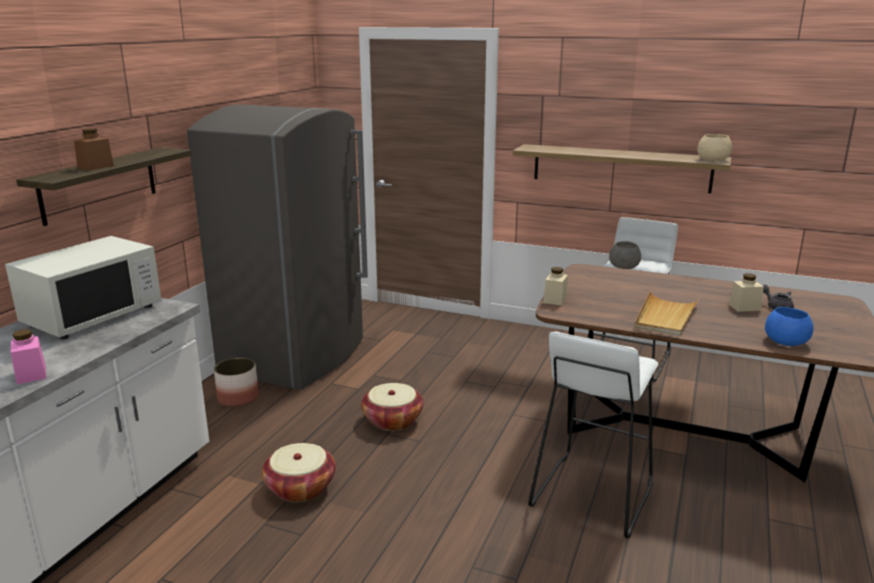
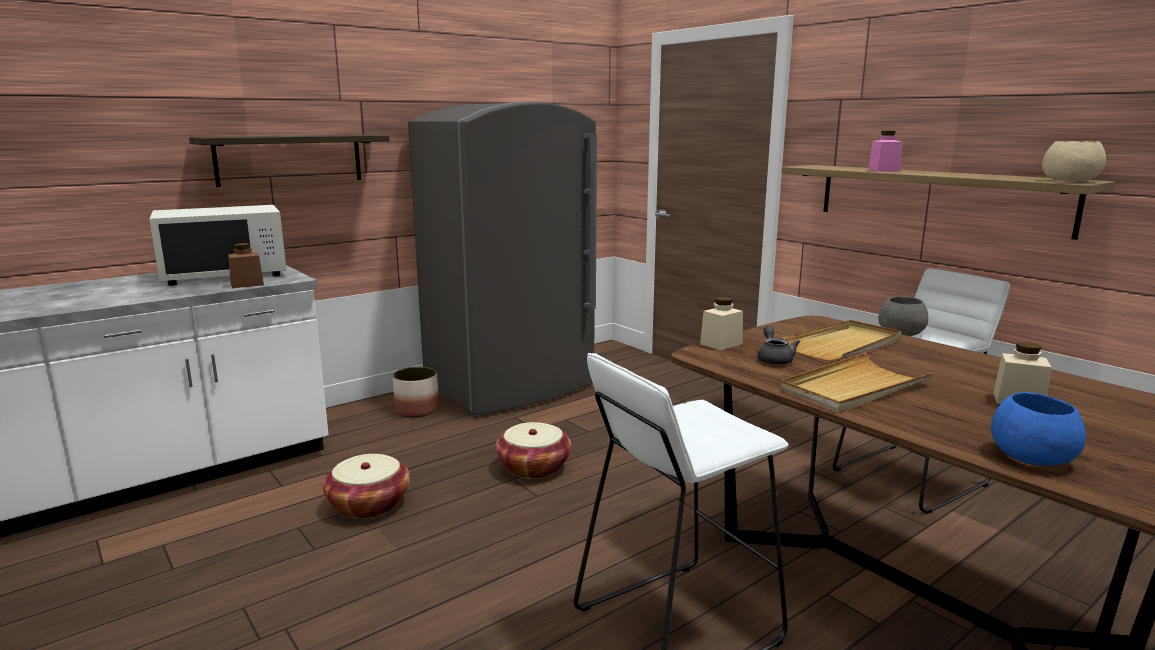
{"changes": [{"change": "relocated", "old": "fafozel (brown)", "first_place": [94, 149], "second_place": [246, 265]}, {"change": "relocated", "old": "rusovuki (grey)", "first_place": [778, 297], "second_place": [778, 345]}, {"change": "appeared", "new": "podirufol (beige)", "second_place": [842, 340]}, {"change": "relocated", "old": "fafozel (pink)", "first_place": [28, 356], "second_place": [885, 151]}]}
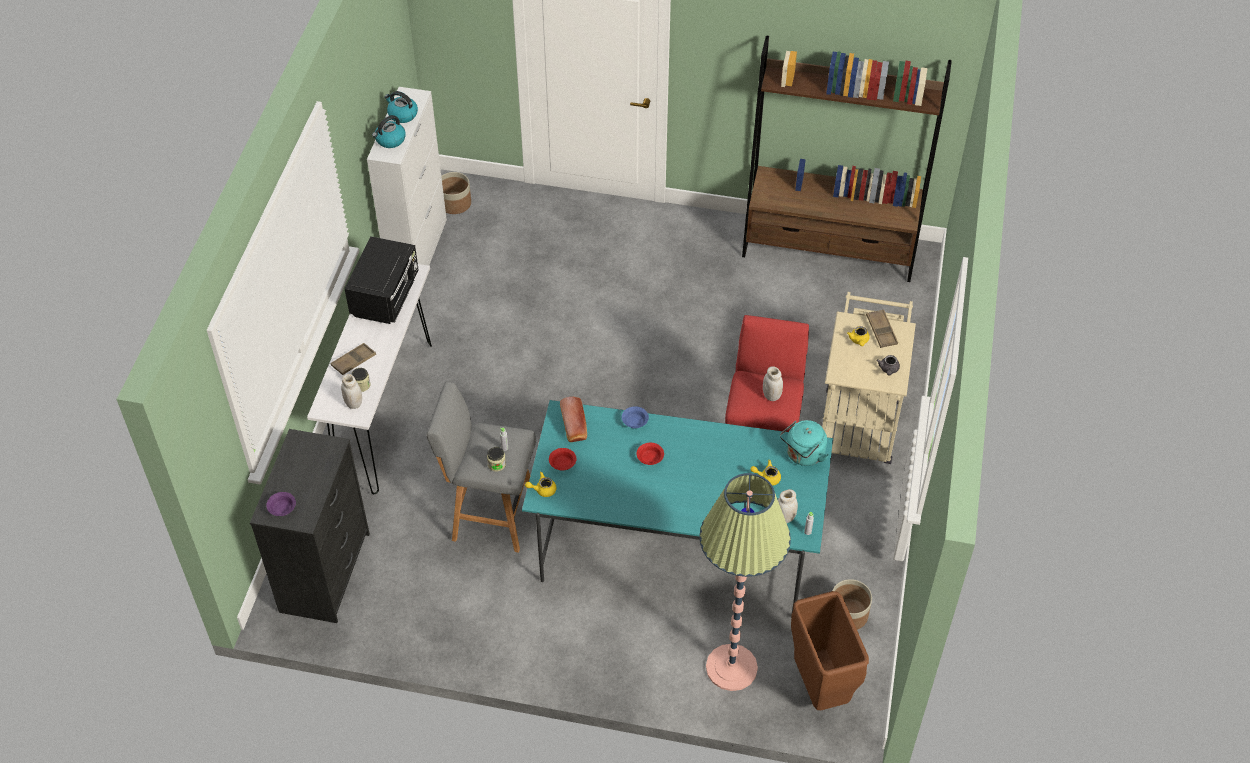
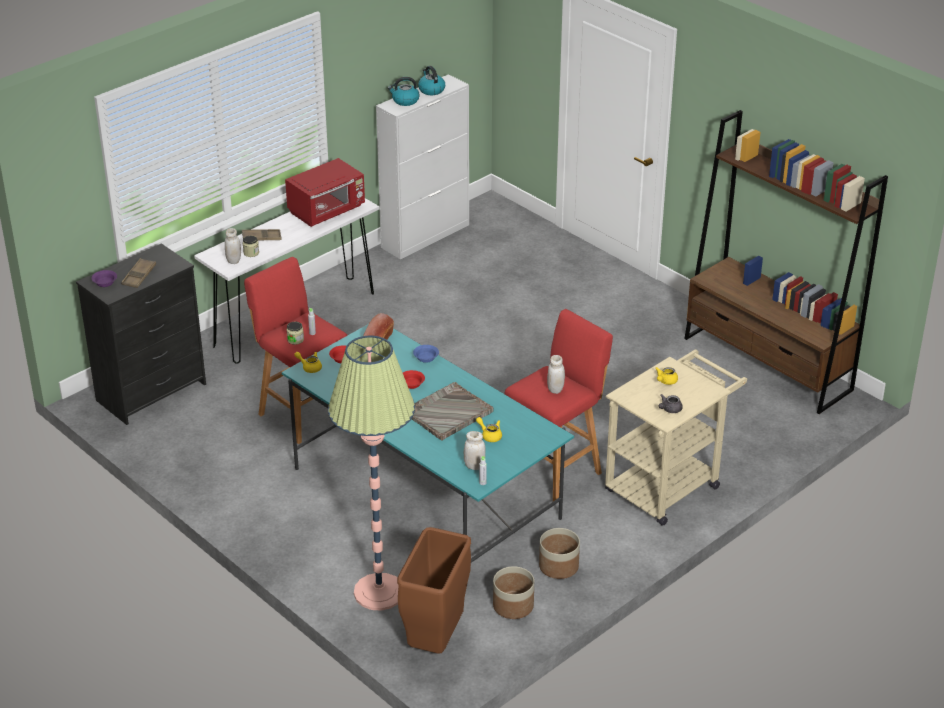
{"changes": [{"change": "relocated", "old": "podirufol (brown)", "first_place": [882, 328], "second_place": [138, 273]}, {"change": "colour", "old": "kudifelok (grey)", "new": "kudifelok (red)", "first_place": [481, 467], "second_place": [296, 350]}, {"change": "colour", "old": "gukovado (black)", "new": "gukovado (red)", "first_place": [382, 280], "second_place": [325, 192]}, {"change": "appeared", "new": "podirufol (grey)", "second_place": [453, 411]}, {"change": "relocated", "old": "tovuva", "first_place": [456, 193], "second_place": [559, 553]}, {"change": "missing", "old": "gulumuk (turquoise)", "first_place": [804, 443]}]}
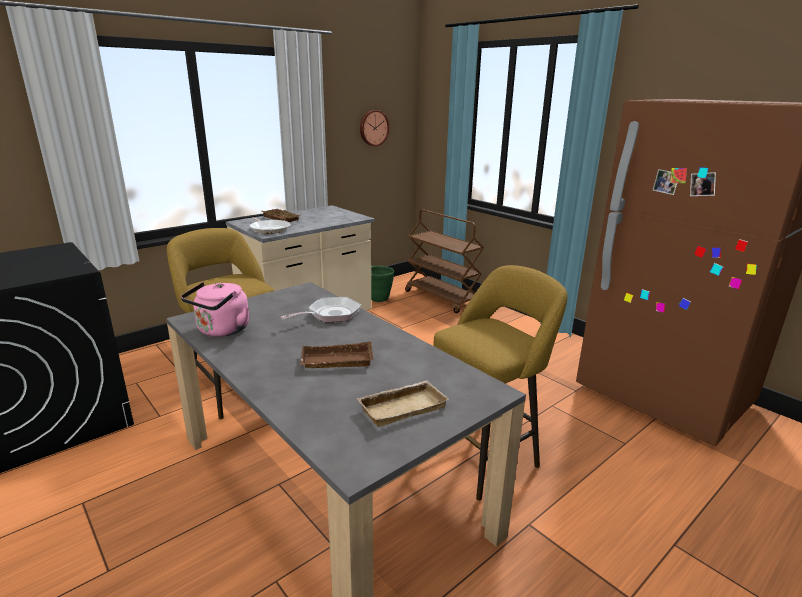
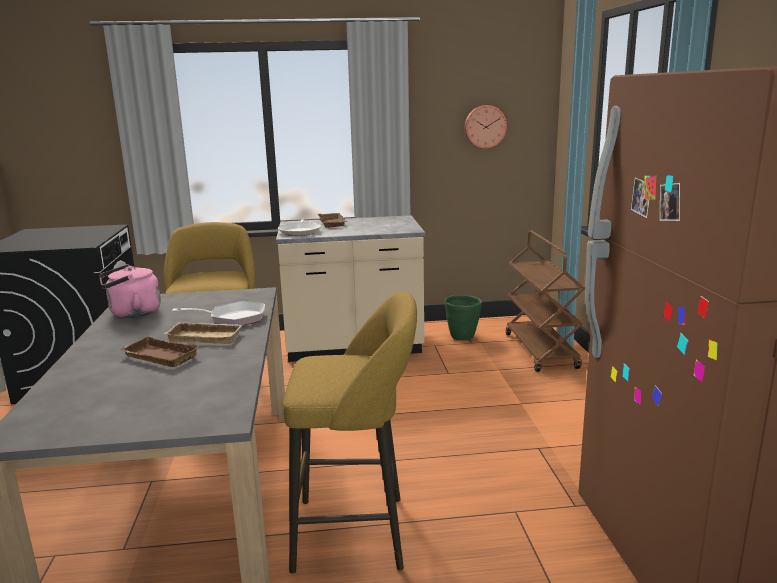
{"changes": [{"change": "relocated", "old": "podirufol (beige)", "first_place": [403, 403], "second_place": [203, 333]}]}
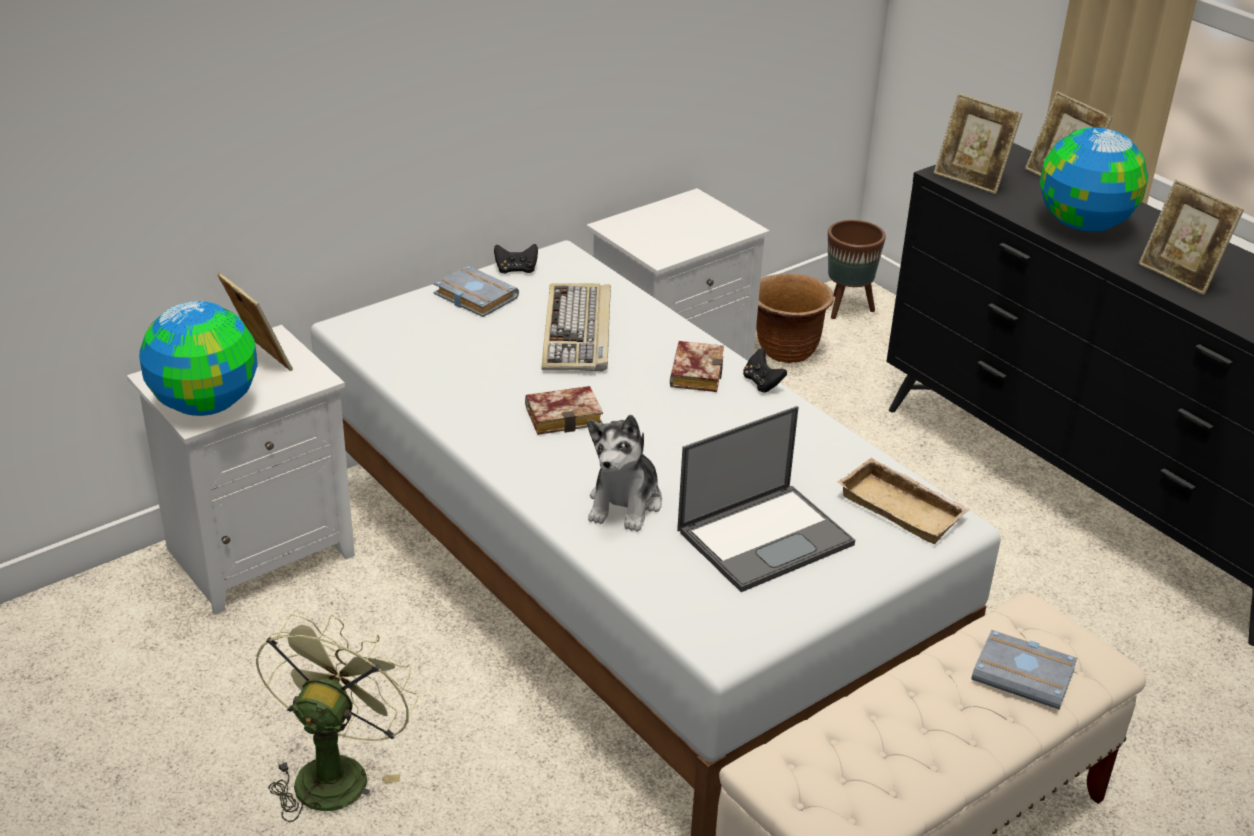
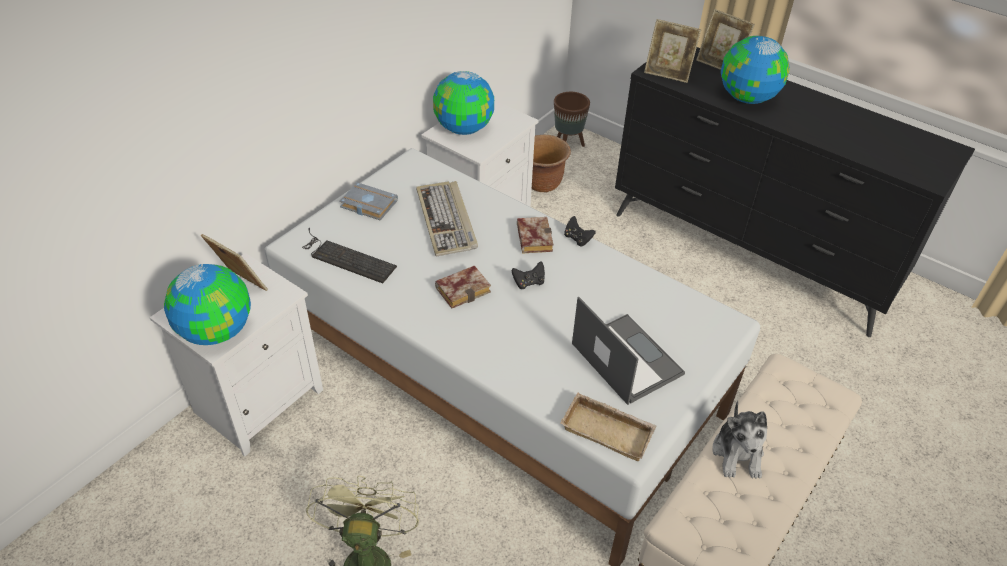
{"changes": [{"change": "appeared", "new": "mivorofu", "second_place": [349, 255]}, {"change": "appeared", "new": "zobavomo", "second_place": [463, 103]}, {"change": "relocated", "old": "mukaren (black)", "first_place": [516, 259], "second_place": [528, 275]}, {"change": "relocated", "old": "podirufol (beige)", "first_place": [903, 501], "second_place": [608, 426]}, {"change": "spun", "old": "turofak", "first_place": [766, 499], "second_place": [628, 351], "degrees": -75}, {"change": "relocated", "old": "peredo", "first_place": [624, 473], "second_place": [739, 440]}, {"change": "missing", "old": "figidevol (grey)", "first_place": [1024, 670]}, {"change": "missing", "old": "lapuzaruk", "first_place": [1191, 237]}]}
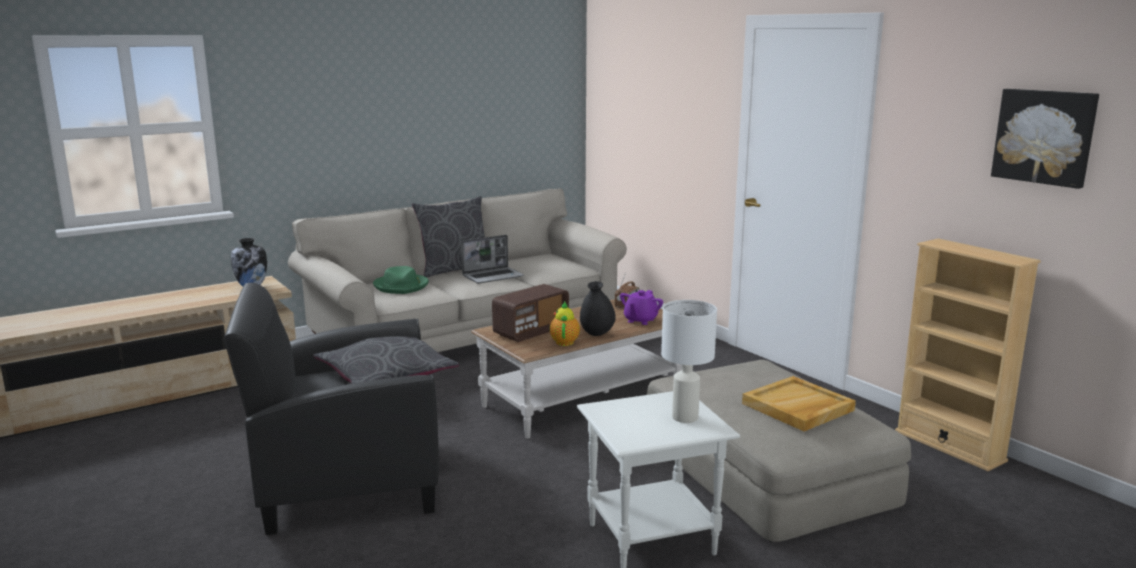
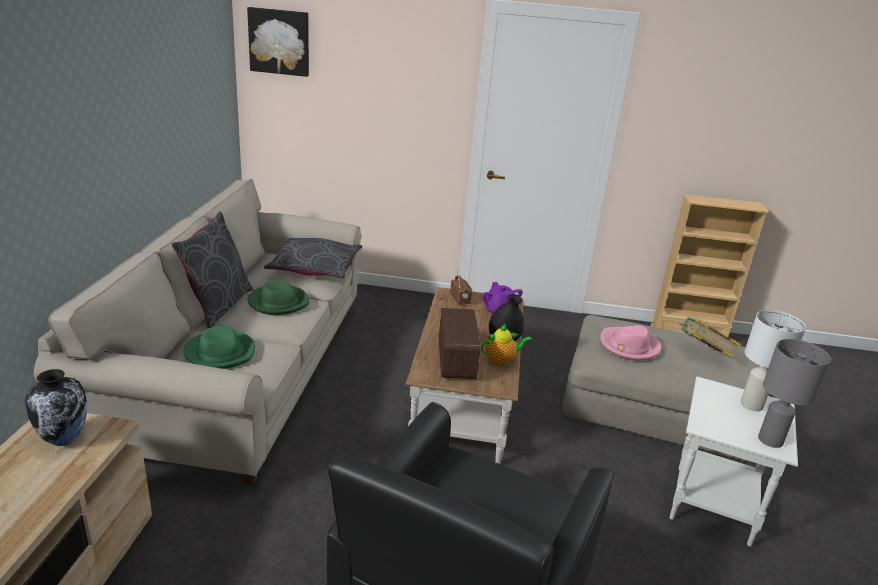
{"changes": [{"change": "relocated", "old": "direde", "first_place": [1045, 139], "second_place": [278, 42]}, {"change": "exchanged", "old": "turofak", "new": "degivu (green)", "first_place": [492, 259], "second_place": [278, 297]}, {"change": "relocated", "old": "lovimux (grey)", "first_place": [386, 360], "second_place": [313, 258]}, {"change": "spun", "old": "rusovuki", "first_place": [565, 324], "second_place": [506, 345], "degrees": 120}, {"change": "appeared", "new": "degivu (pink)", "second_place": [630, 343]}, {"change": "exchanged", "old": "podirufol (beige)", "new": "figidevol", "first_place": [799, 403], "second_place": [710, 337]}, {"change": "appeared", "new": "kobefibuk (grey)", "second_place": [794, 393]}]}
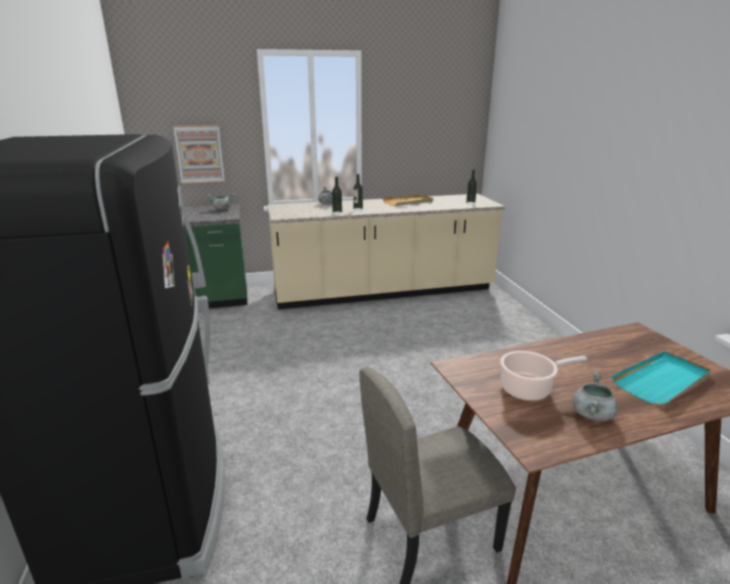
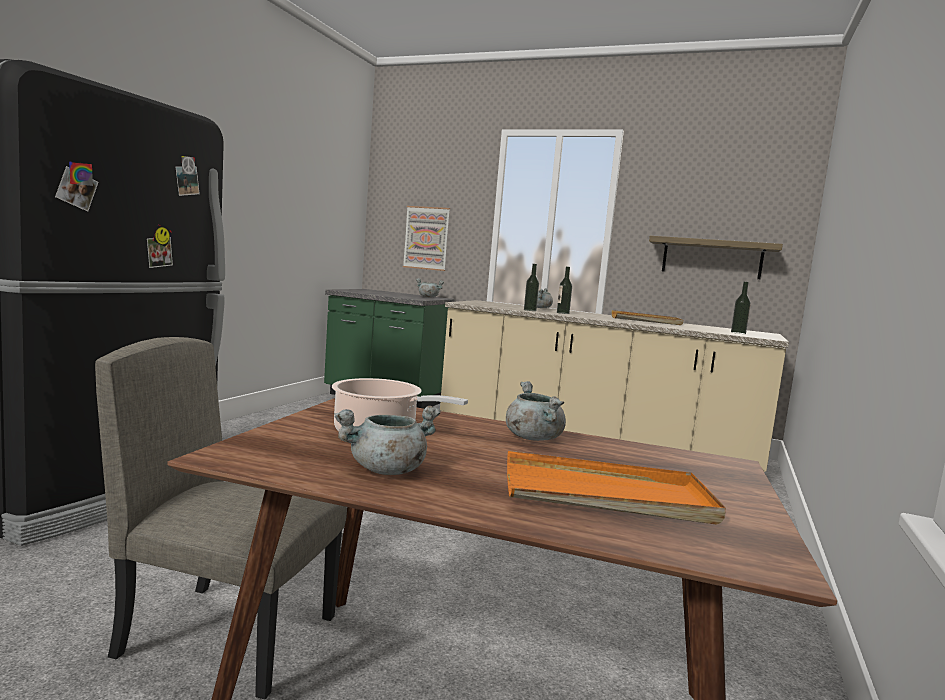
{"changes": [{"change": "appeared", "new": "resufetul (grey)", "second_place": [536, 411]}, {"change": "colour", "old": "podirufol (turquoise)", "new": "podirufol (orange)", "first_place": [661, 378], "second_place": [616, 488]}, {"change": "appeared", "new": "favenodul", "second_place": [716, 257]}]}
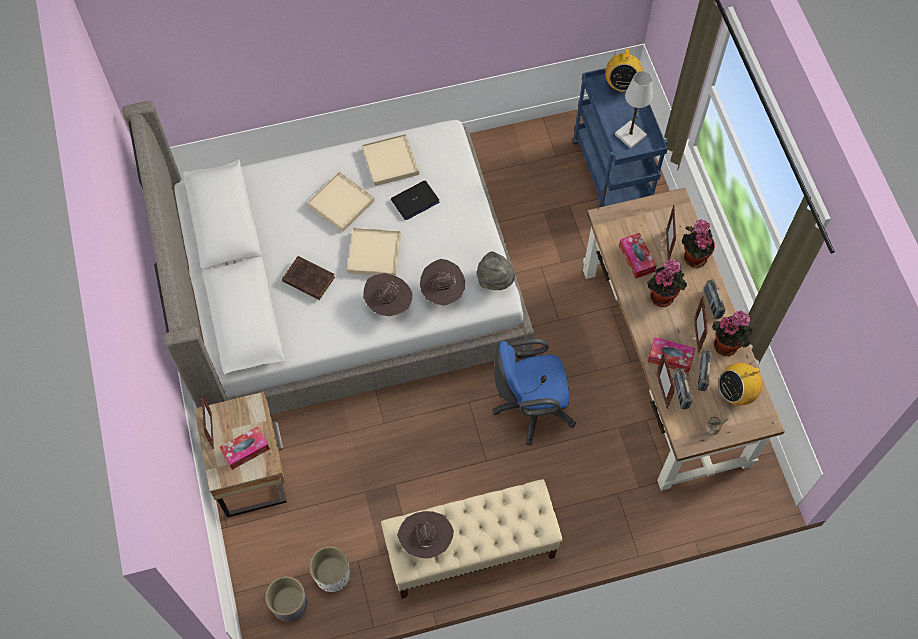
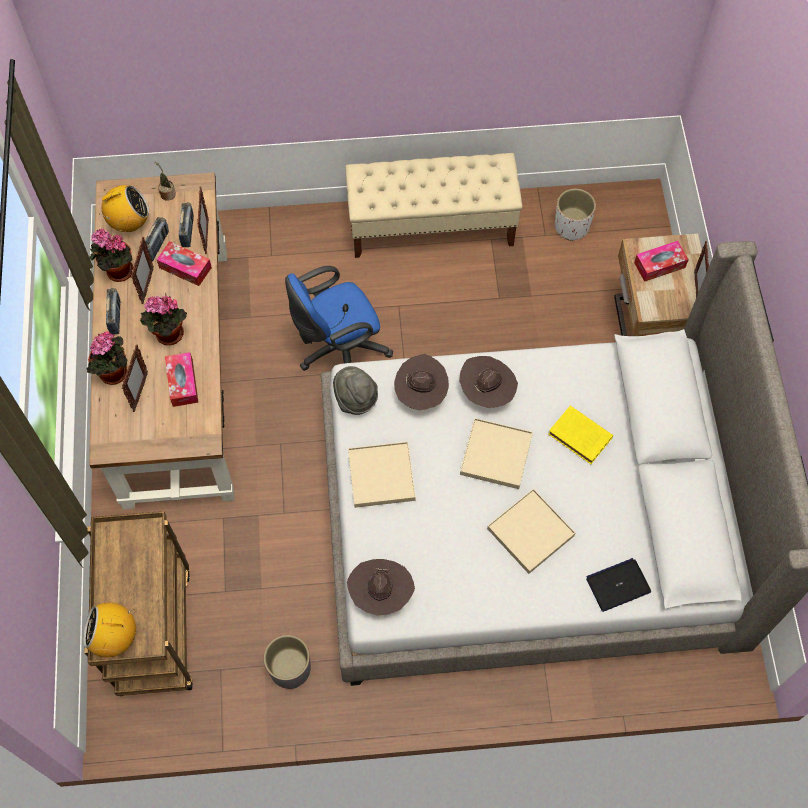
{"changes": [{"change": "spun", "old": "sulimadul", "first_place": [624, 69], "second_place": [109, 629], "degrees": -105}, {"change": "colour", "old": "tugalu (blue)", "new": "tugalu (brown)", "first_place": [620, 138], "second_place": [138, 603]}, {"change": "relocated", "old": "tovuva (grey)", "first_place": [286, 599], "second_place": [287, 662]}, {"change": "spun", "old": "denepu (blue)", "first_place": [534, 392], "second_place": [339, 318], "degrees": 150}, {"change": "relocated", "old": "degivu (brown)", "first_place": [425, 535], "second_place": [381, 587]}, {"change": "relocated", "old": "podirufol (beige)", "first_place": [390, 160], "second_place": [382, 475]}, {"change": "colour", "old": "figidevol (brown)", "new": "figidevol (yellow)", "first_place": [308, 278], "second_place": [580, 435]}, {"change": "relocated", "old": "turofak", "first_place": [415, 200], "second_place": [618, 585]}, {"change": "missing", "old": "kobefibuk (white)", "first_place": [634, 109]}]}
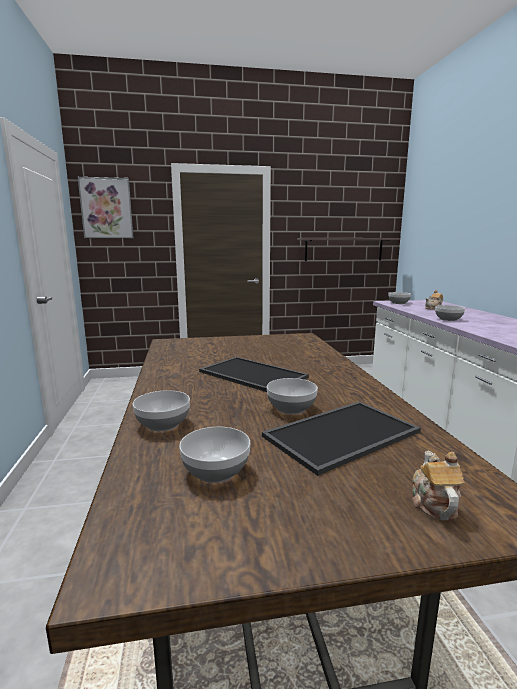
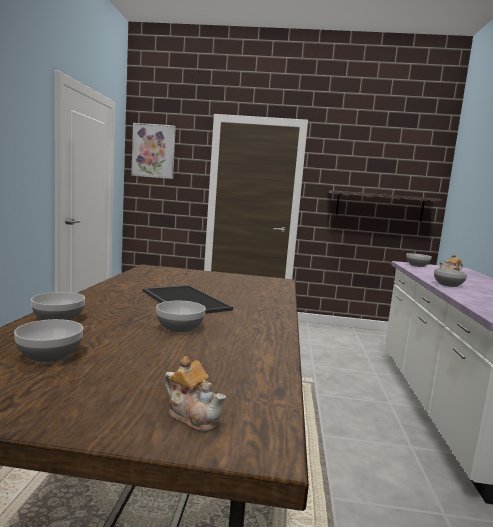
{"changes": [{"change": "spun", "old": "rusovuki", "first_place": [438, 485], "second_place": [195, 394], "degrees": 105}, {"change": "missing", "old": "podirufol", "first_place": [341, 439]}]}
